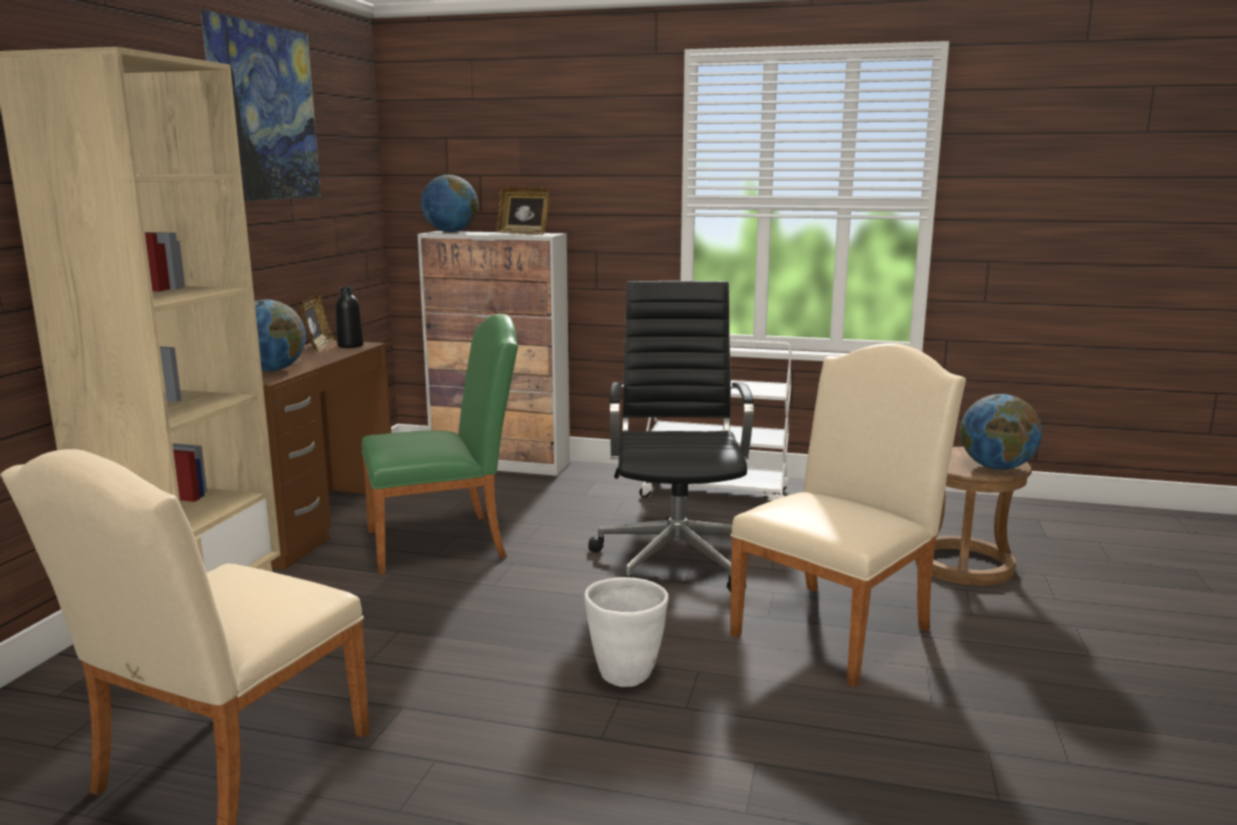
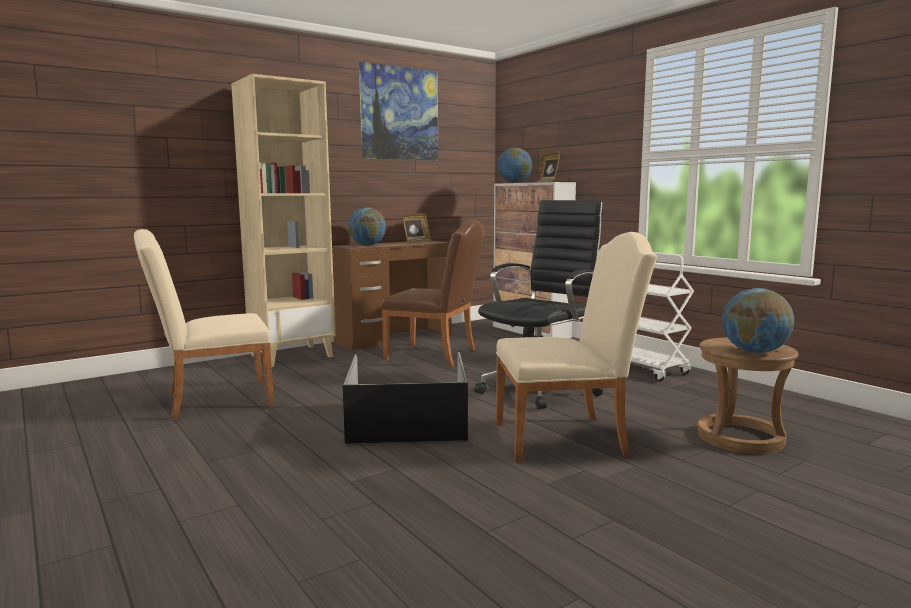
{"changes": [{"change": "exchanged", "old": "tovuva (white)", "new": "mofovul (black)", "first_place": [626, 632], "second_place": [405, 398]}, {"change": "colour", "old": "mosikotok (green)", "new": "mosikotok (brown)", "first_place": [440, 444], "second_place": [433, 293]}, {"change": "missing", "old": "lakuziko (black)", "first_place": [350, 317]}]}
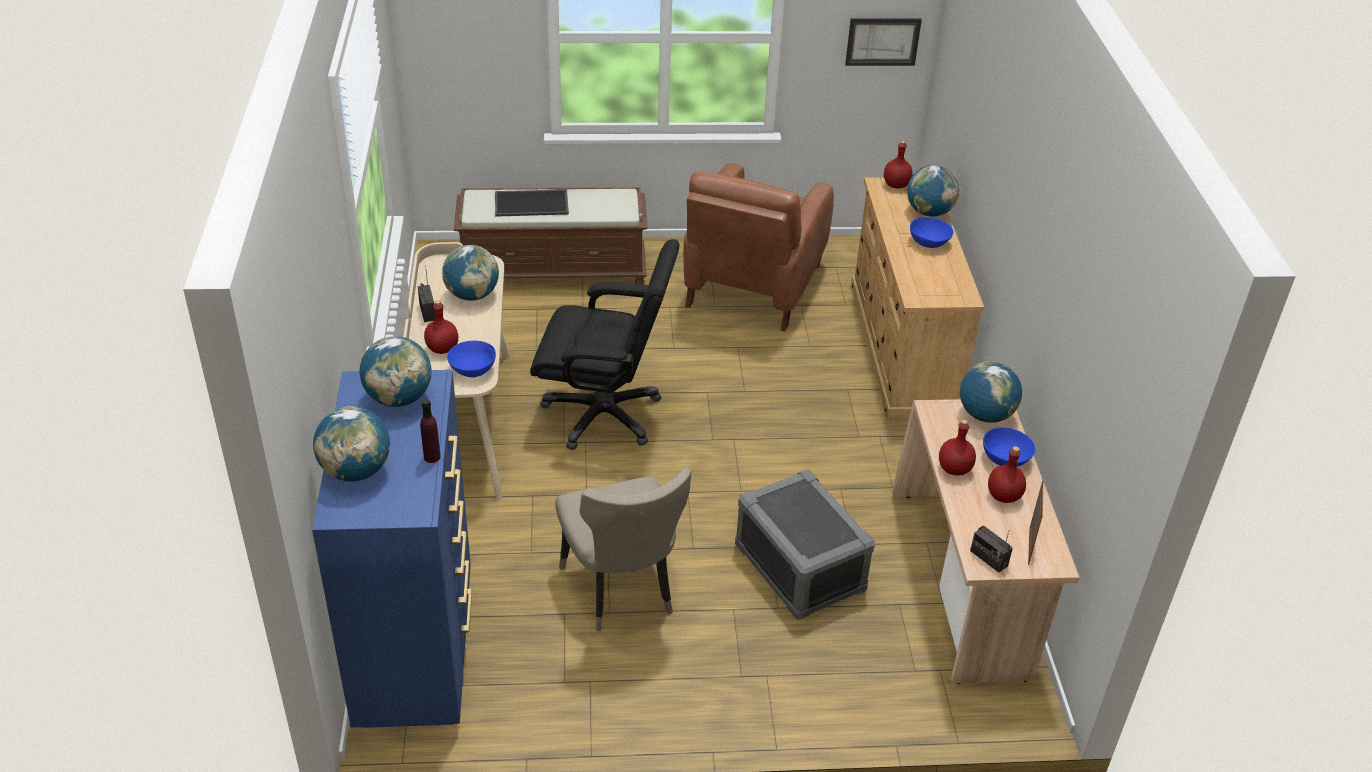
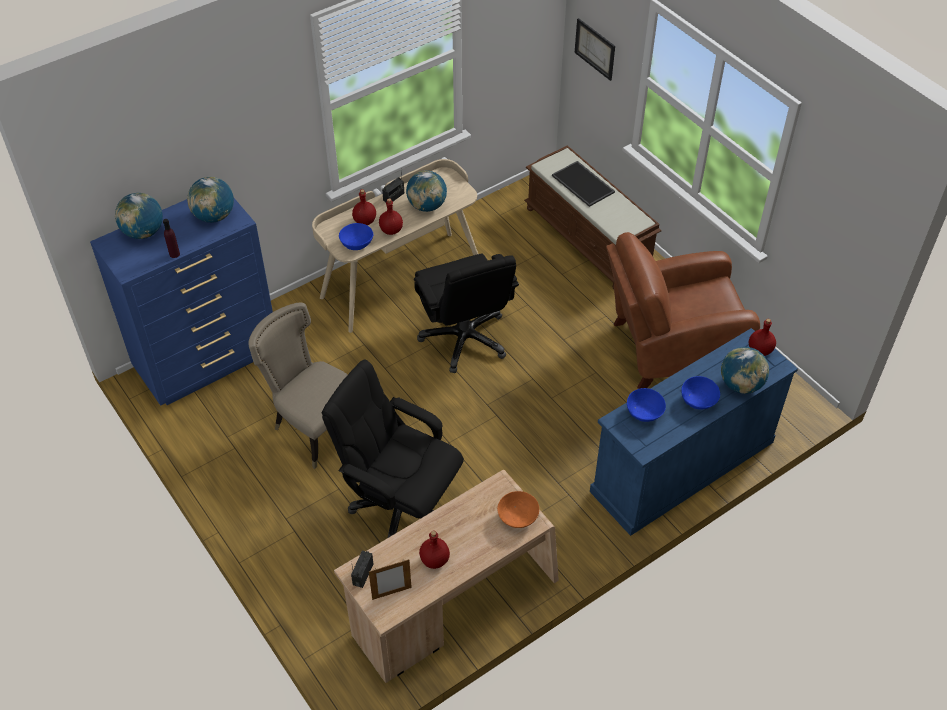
{"changes": [{"change": "spun", "old": "mosikotok (beige)", "first_place": [623, 549], "second_place": [298, 385], "degrees": 90}, {"change": "exchanged", "old": "mofovul (grey)", "new": "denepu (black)", "first_place": [805, 544], "second_place": [392, 448]}, {"change": "relocated", "old": "lakuziko (red)", "first_place": [957, 447], "second_place": [391, 216]}, {"change": "exchanged", "old": "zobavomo", "new": "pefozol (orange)", "first_place": [991, 392], "second_place": [518, 509]}, {"change": "relocated", "old": "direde", "first_place": [883, 42], "second_place": [595, 49]}, {"change": "colour", "old": "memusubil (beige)", "new": "memusubil (blue)", "first_place": [917, 299], "second_place": [694, 432]}, {"change": "relocated", "old": "pefozol (blue)", "first_place": [1009, 447], "second_place": [646, 405]}]}
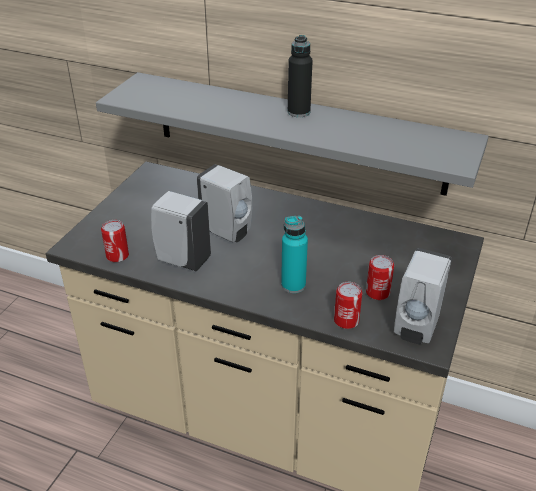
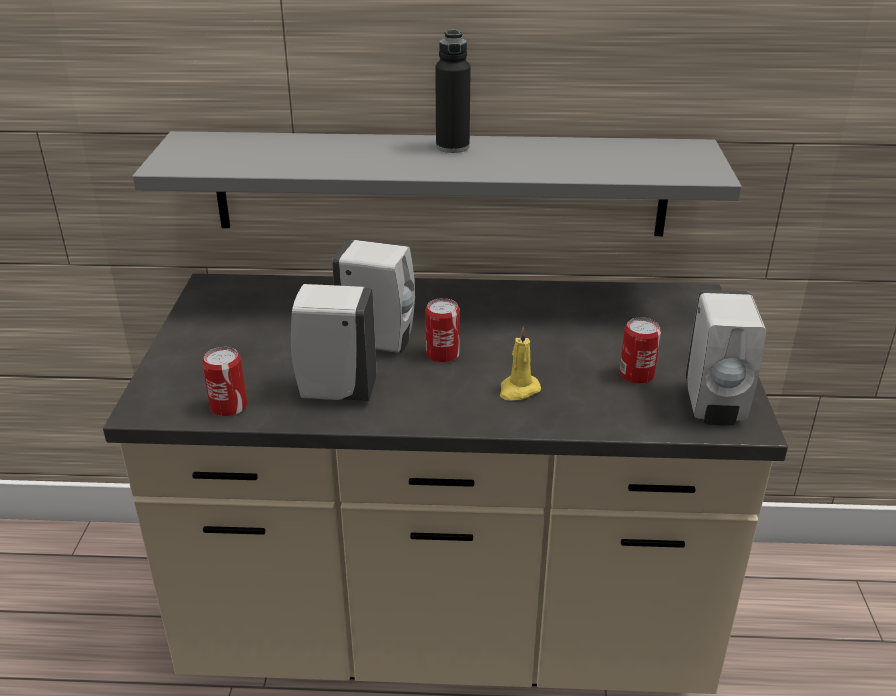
{"changes": [{"change": "relocated", "old": "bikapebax", "first_place": [348, 305], "second_place": [442, 330]}, {"change": "exchanged", "old": "lakuziko (turquoise)", "new": "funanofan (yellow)", "first_place": [294, 254], "second_place": [520, 364]}]}
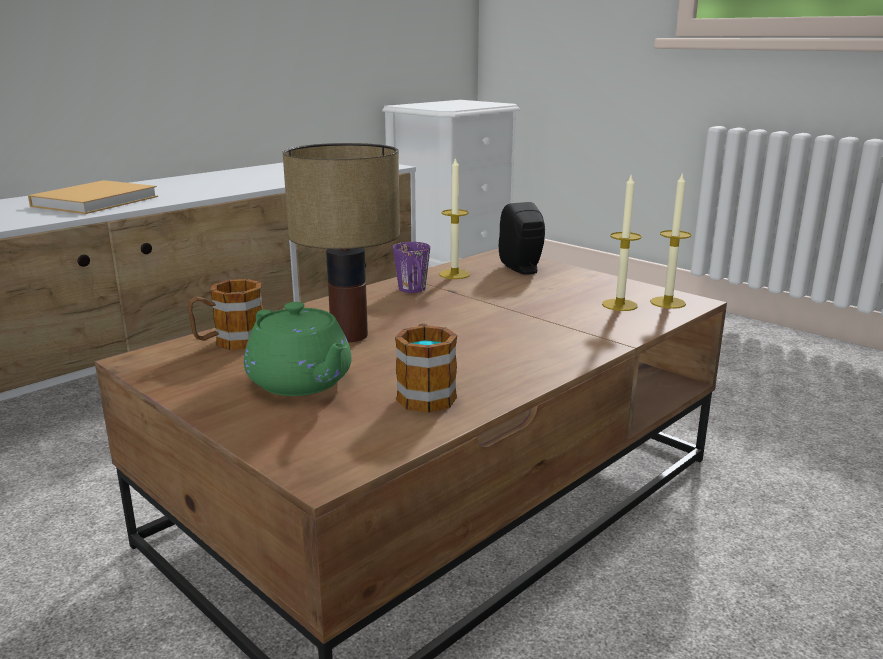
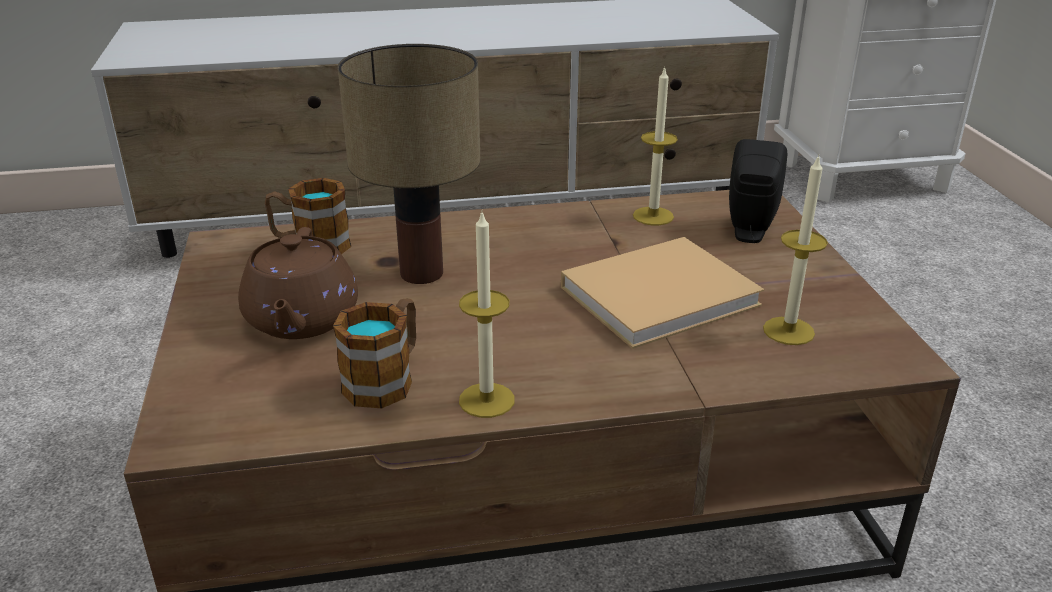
{"changes": [{"change": "colour", "old": "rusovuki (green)", "new": "rusovuki (brown)", "first_place": [298, 349], "second_place": [298, 283]}, {"change": "relocated", "old": "funanofan", "first_place": [670, 240], "second_place": [487, 315]}, {"change": "relocated", "old": "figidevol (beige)", "first_place": [93, 197], "second_place": [662, 293]}, {"change": "missing", "old": "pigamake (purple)", "first_place": [411, 267]}]}
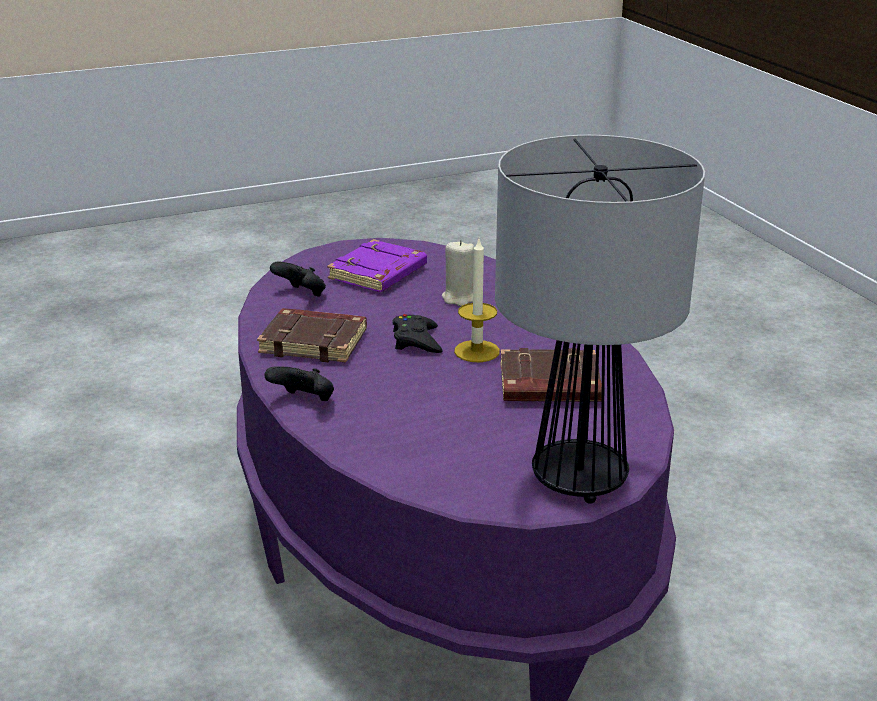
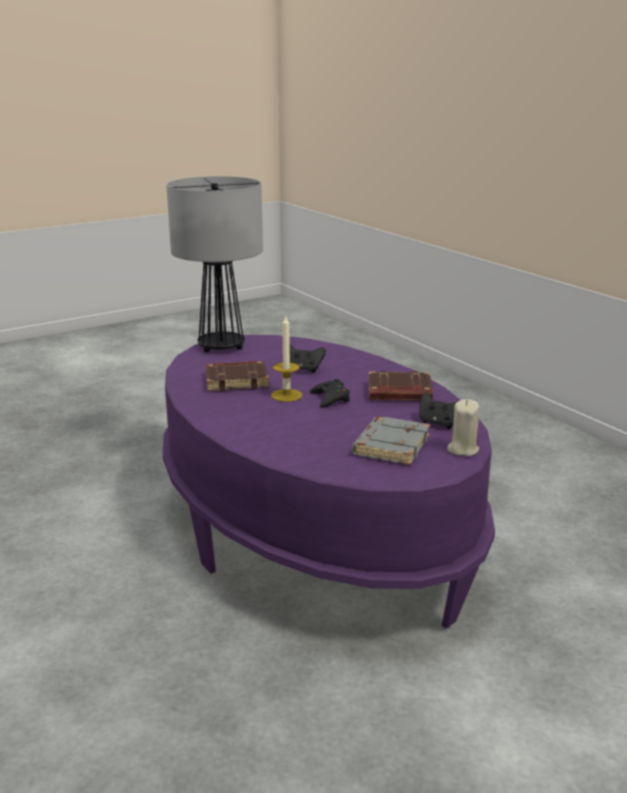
{"changes": [{"change": "relocated", "old": "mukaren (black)", "first_place": [299, 383], "second_place": [308, 358]}, {"change": "colour", "old": "figidevol (purple)", "new": "figidevol (grey)", "first_place": [377, 265], "second_place": [391, 440]}, {"change": "relocated", "old": "funanofan (beige)", "first_place": [458, 273], "second_place": [463, 427]}]}
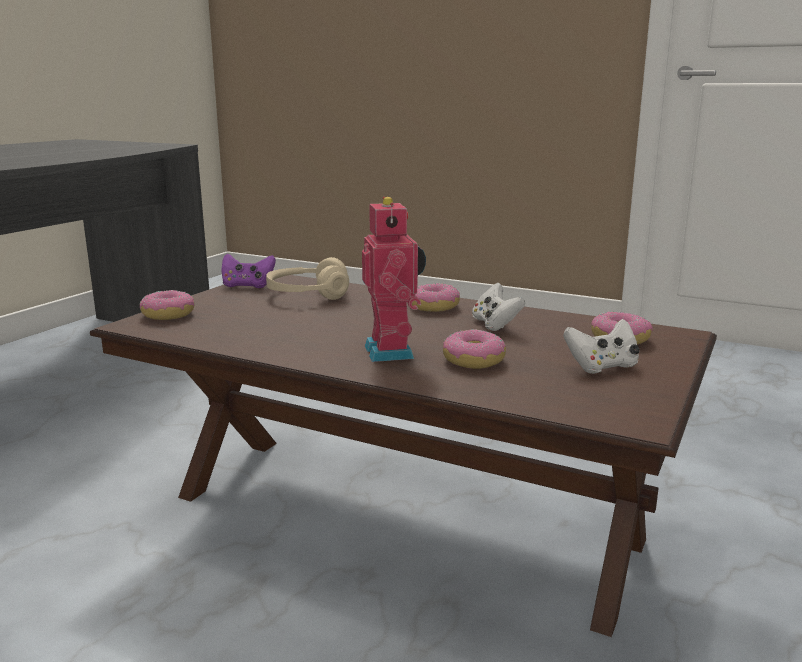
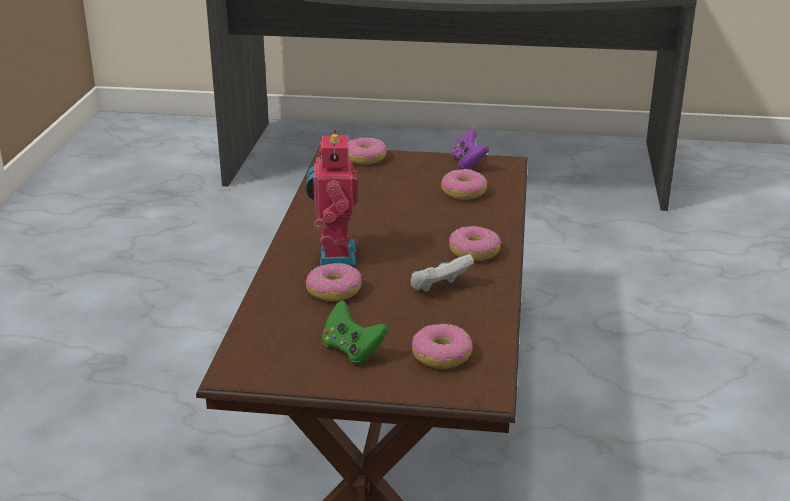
{"changes": [{"change": "spun", "old": "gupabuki", "first_place": [394, 279], "second_place": [331, 198], "degrees": 120}, {"change": "colour", "old": "mukaren (white)", "new": "mukaren (green)", "first_place": [601, 346], "second_place": [355, 332]}, {"change": "exchanged", "old": "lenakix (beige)", "new": "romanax", "first_place": [307, 278], "second_place": [464, 184]}]}
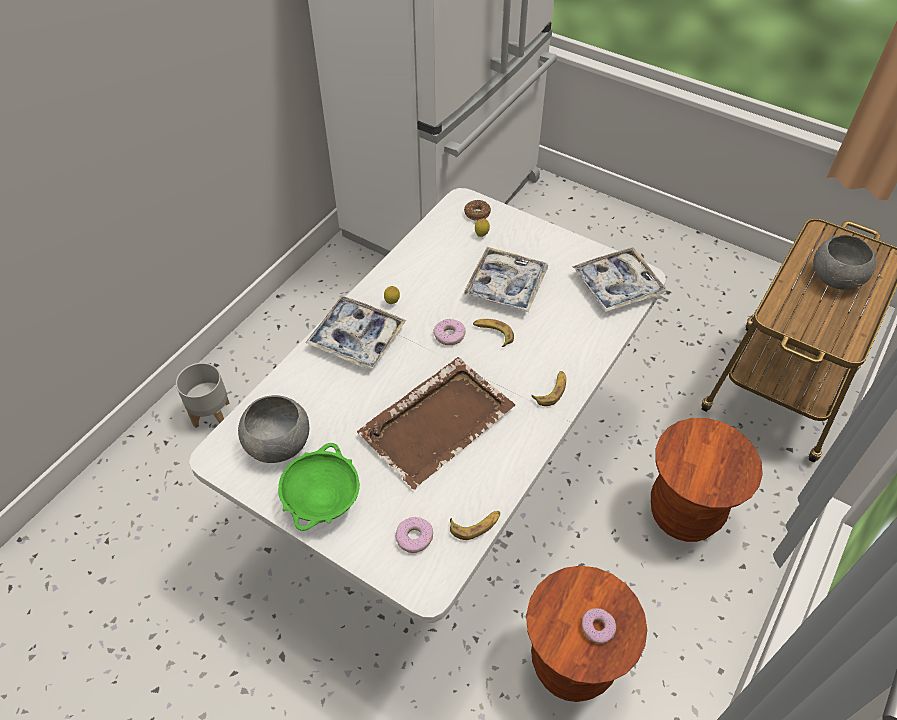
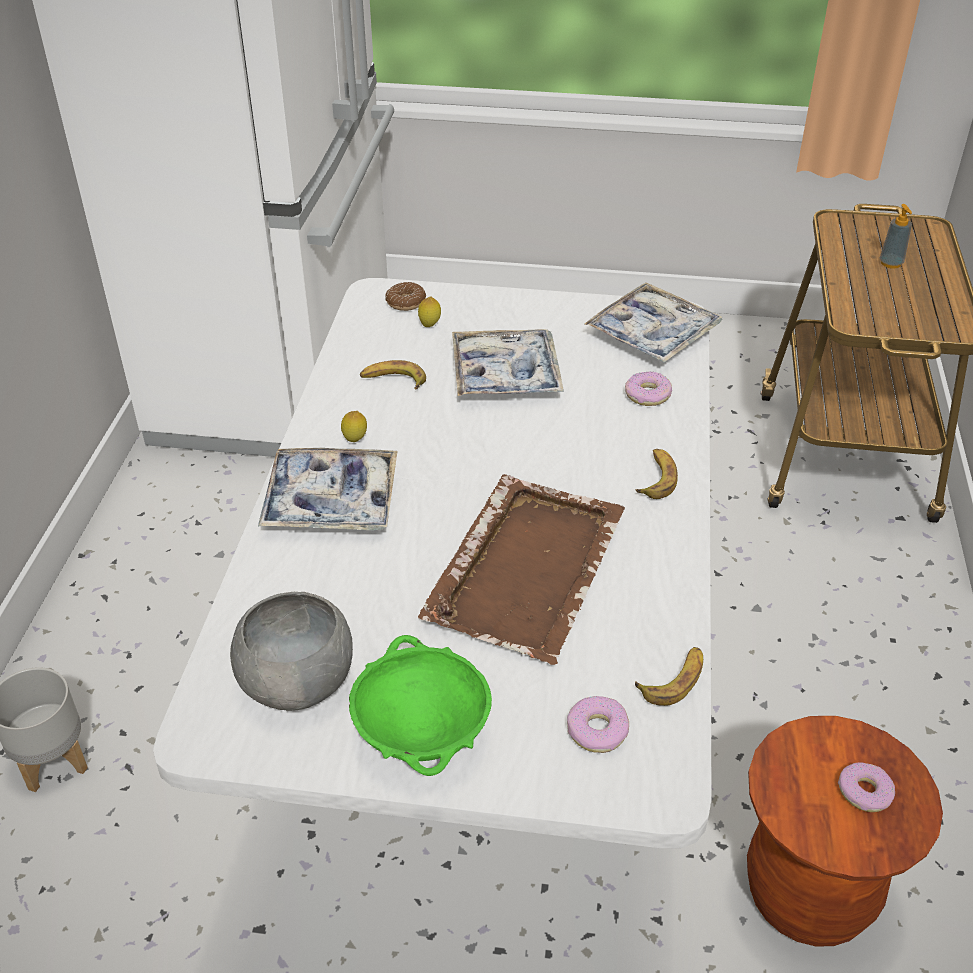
{"changes": [{"change": "relocated", "old": "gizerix", "first_place": [493, 333], "second_place": [393, 375]}, {"change": "relocated", "old": "romanax", "first_place": [449, 332], "second_place": [648, 389]}, {"change": "exchanged", "old": "pefozol (grey)", "new": "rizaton", "first_place": [844, 262], "second_place": [896, 236]}, {"change": "missing", "old": "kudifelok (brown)", "first_place": [707, 480]}]}
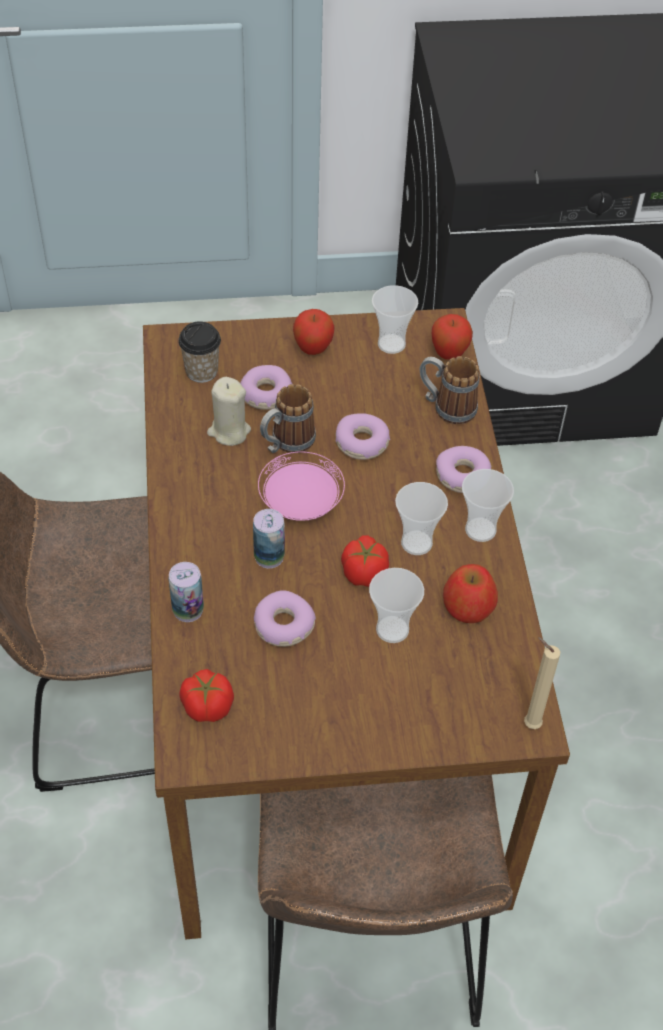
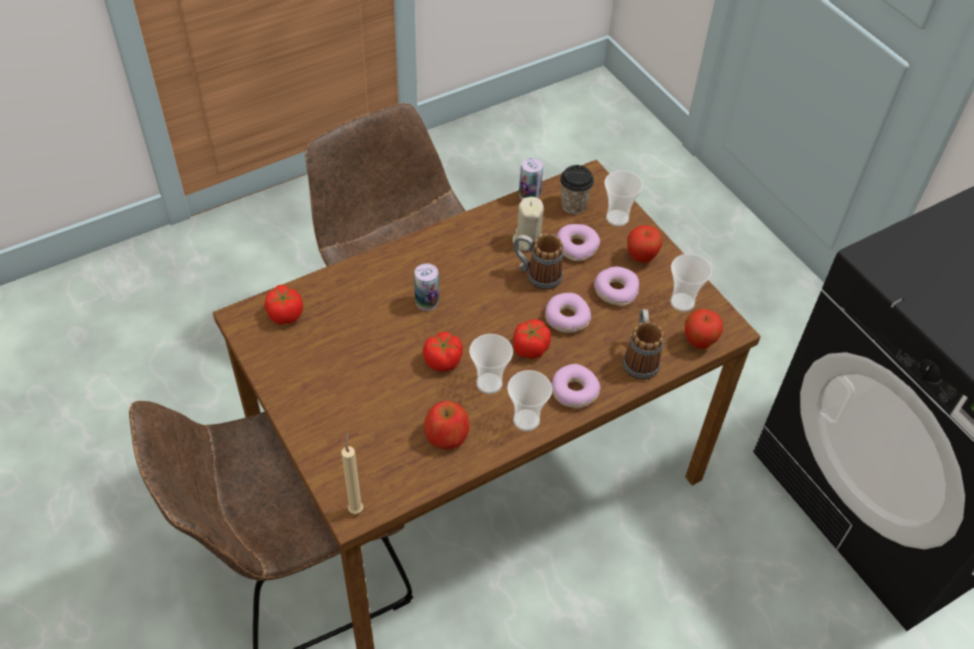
{"changes": [{"change": "appeared", "new": "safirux", "second_place": [532, 339]}, {"change": "relocated", "old": "bikapebax", "first_place": [186, 592], "second_place": [531, 179]}, {"change": "relocated", "old": "romanax", "first_place": [285, 618], "second_place": [616, 286]}, {"change": "relocated", "old": "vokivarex", "first_place": [396, 605], "second_place": [623, 198]}, {"change": "missing", "old": "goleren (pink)", "first_place": [301, 486]}]}
